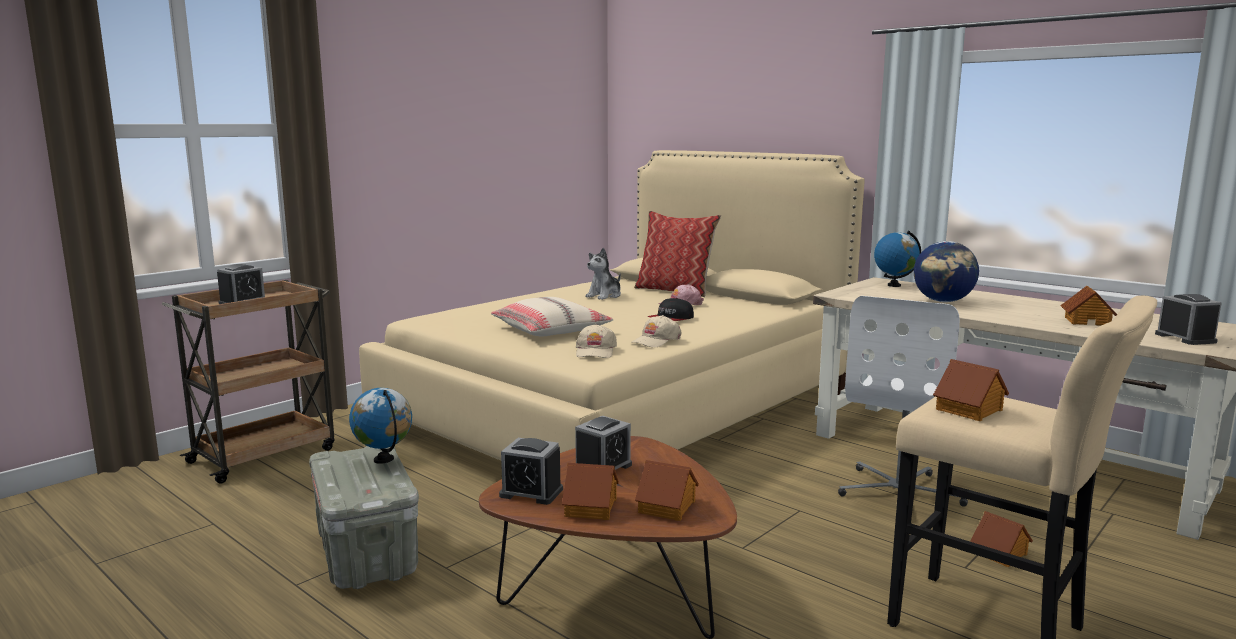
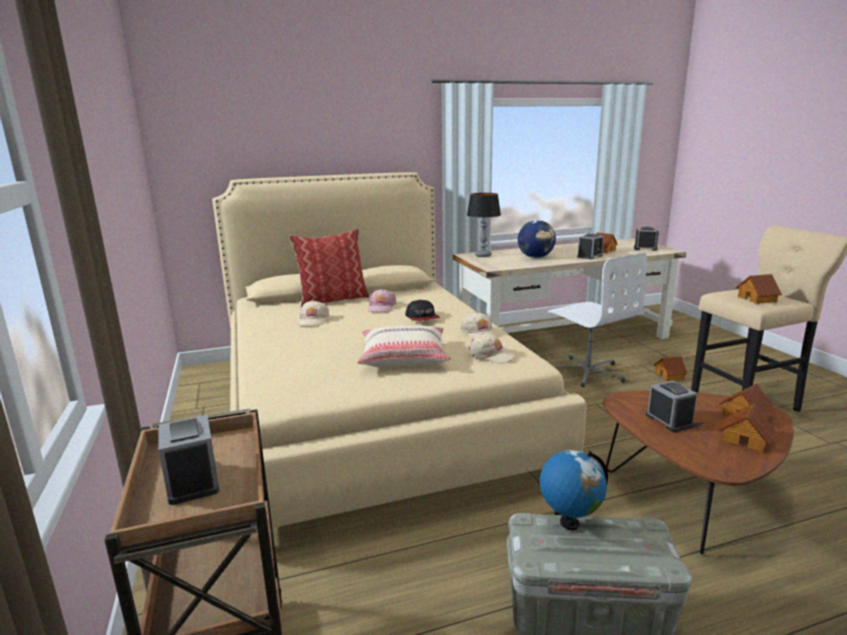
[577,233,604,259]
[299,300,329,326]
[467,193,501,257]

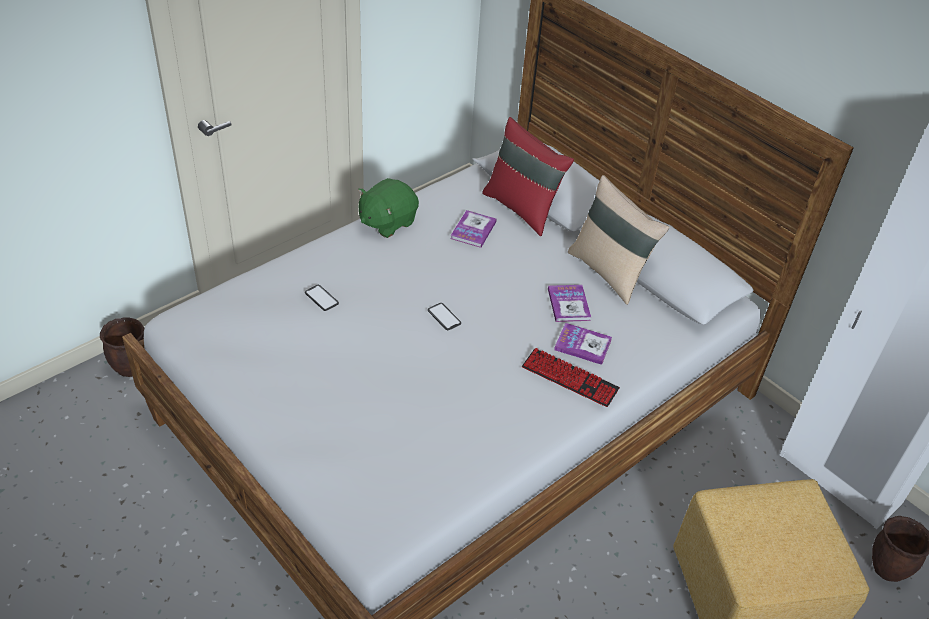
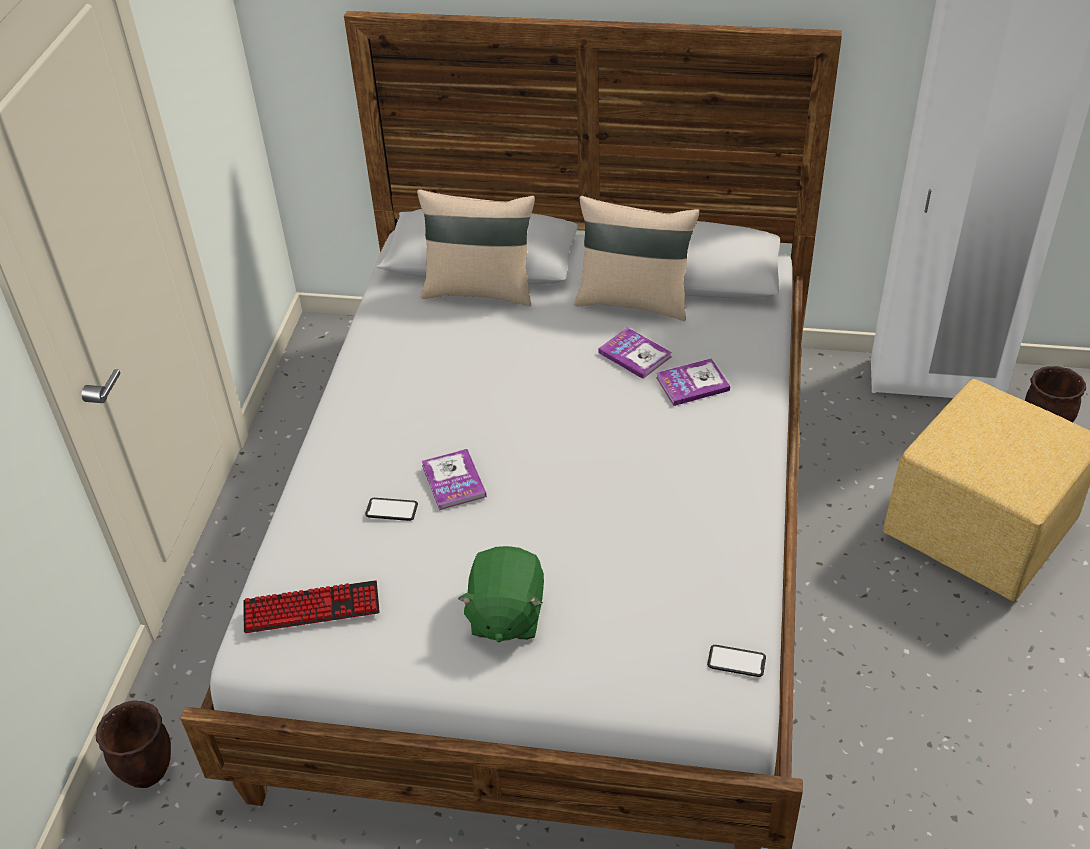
[458,546,544,642]
[707,645,766,677]
[422,449,487,510]
[417,189,535,306]
[243,580,380,633]

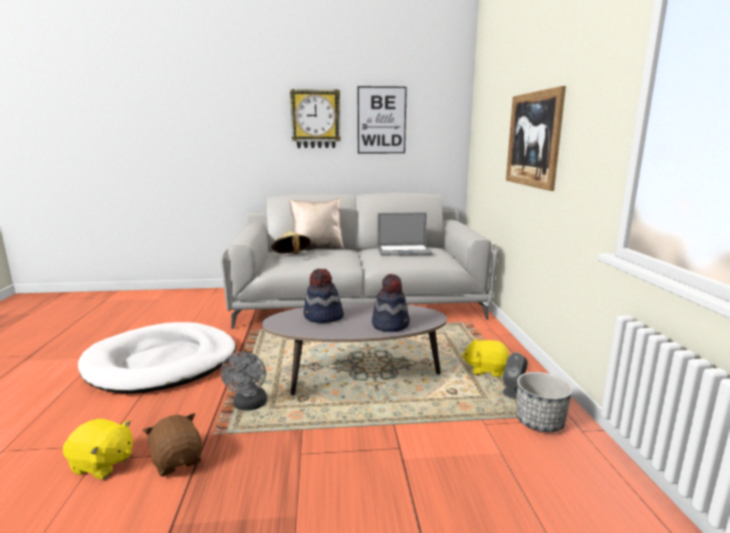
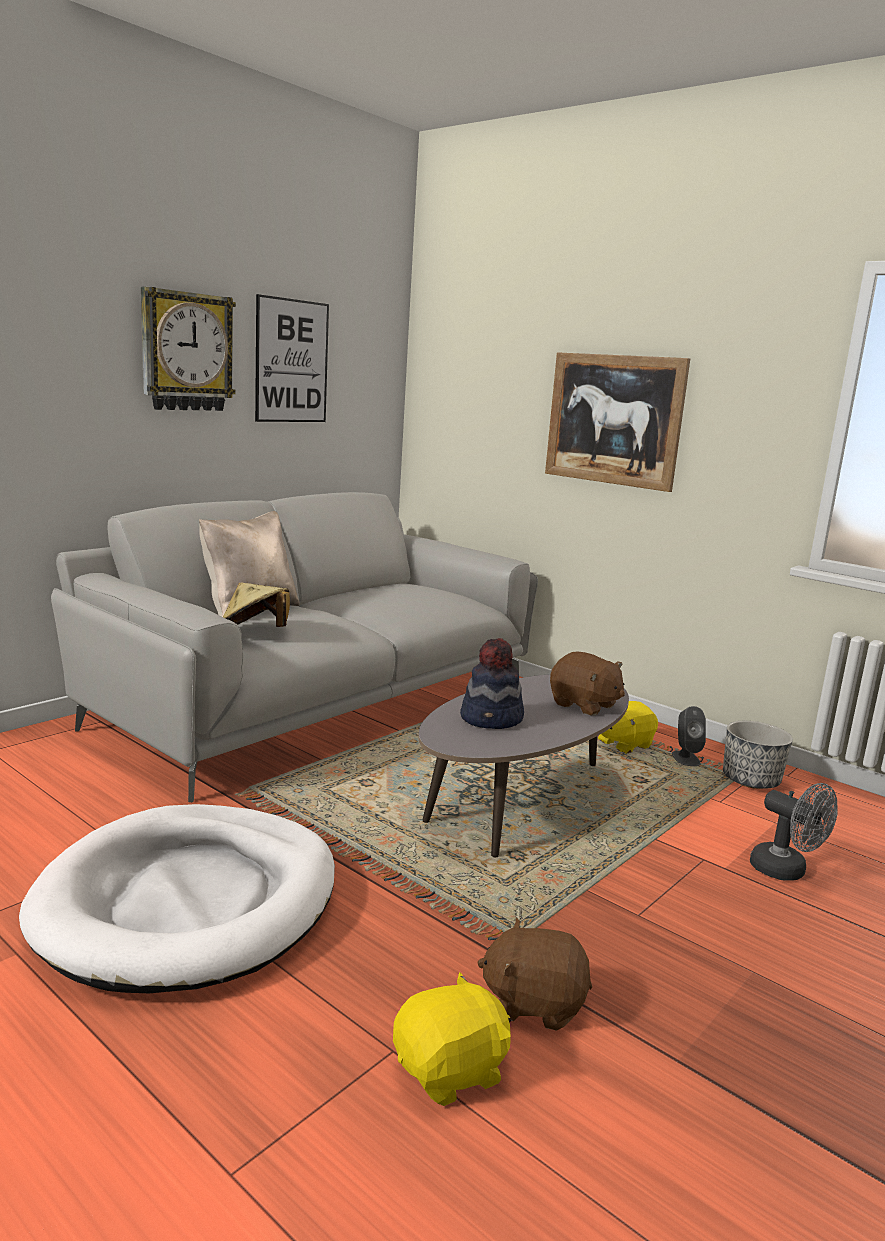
[750,783,838,881]
[550,652,625,716]
[377,212,432,256] (first image)

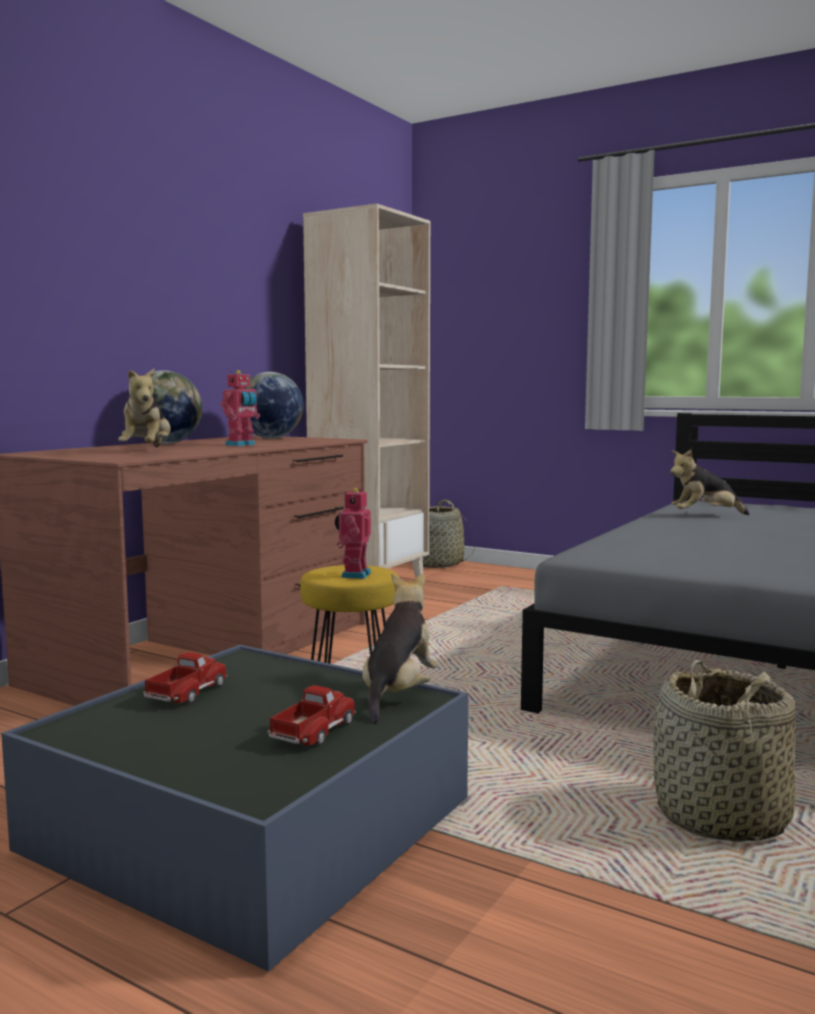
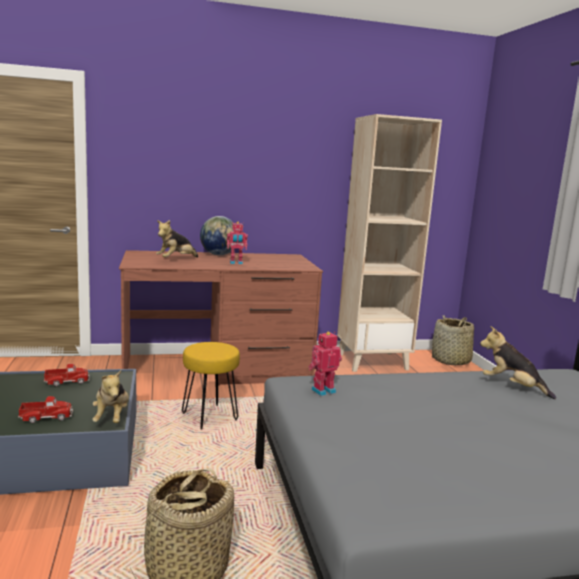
[244,372,304,439] (first image)
[308,332,342,396]
[92,370,129,423]

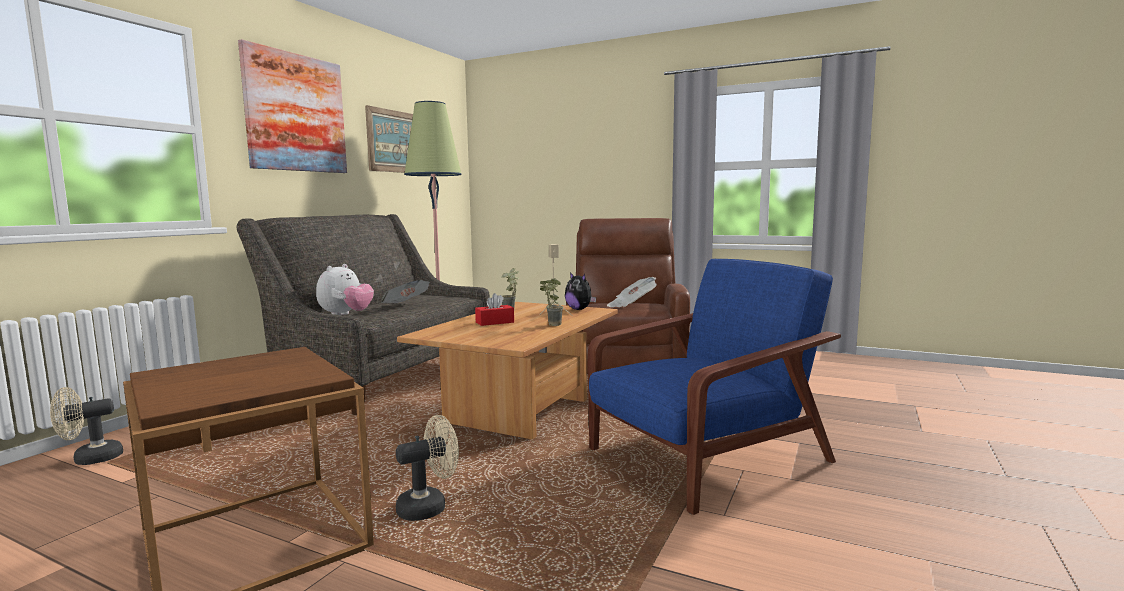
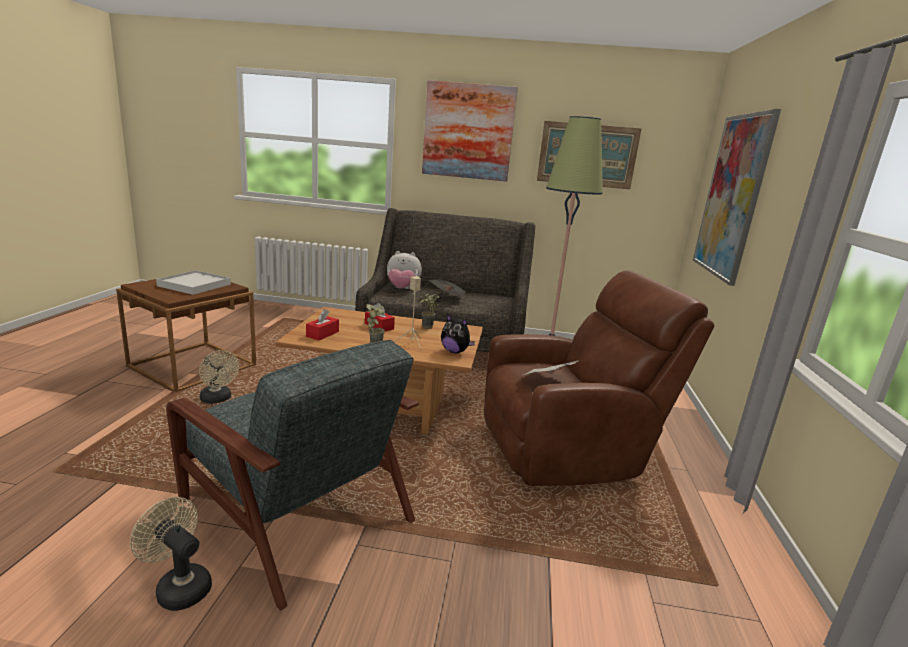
[130,497,212,611]
[441,314,475,353]
[166,340,419,611]
[156,270,231,295]
[306,309,339,340]
[693,109,781,286]

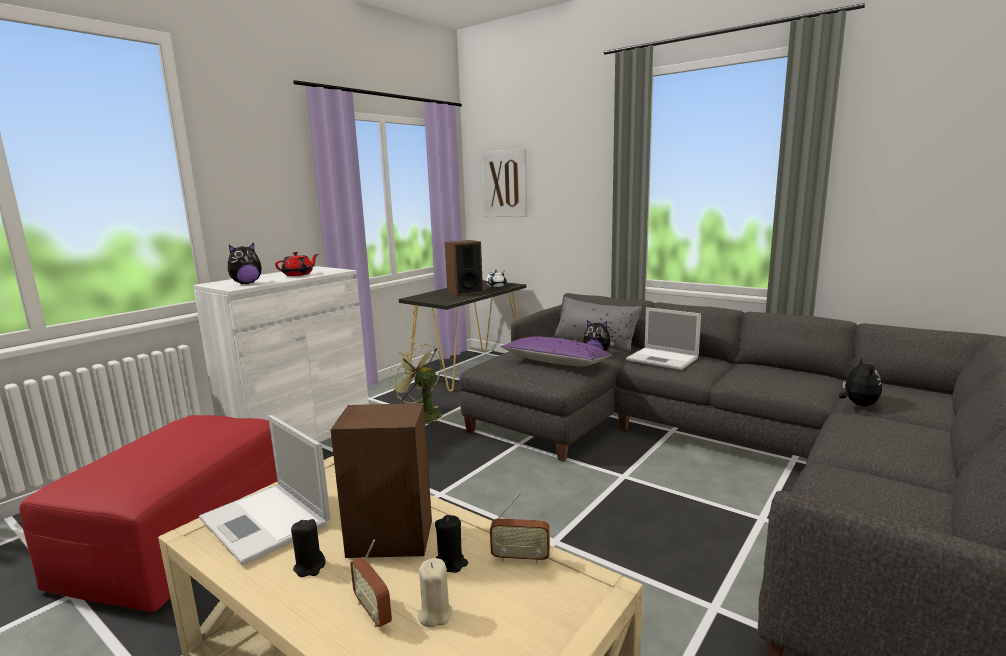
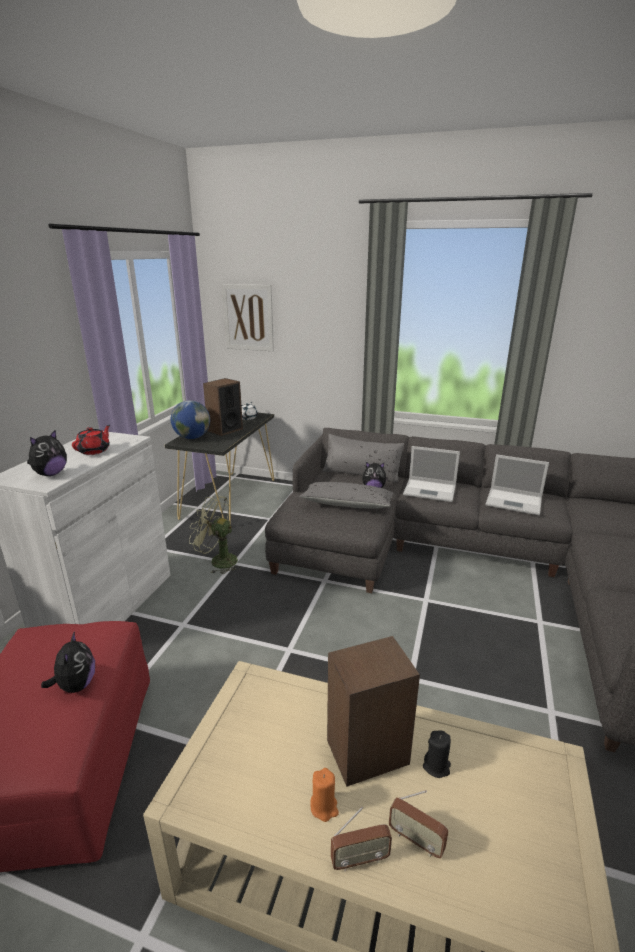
[485,454,549,515]
[311,768,339,822]
[418,558,452,628] (first image)
[331,807,392,872]
[299,482,394,508]
[41,631,95,693]
[171,400,210,439]

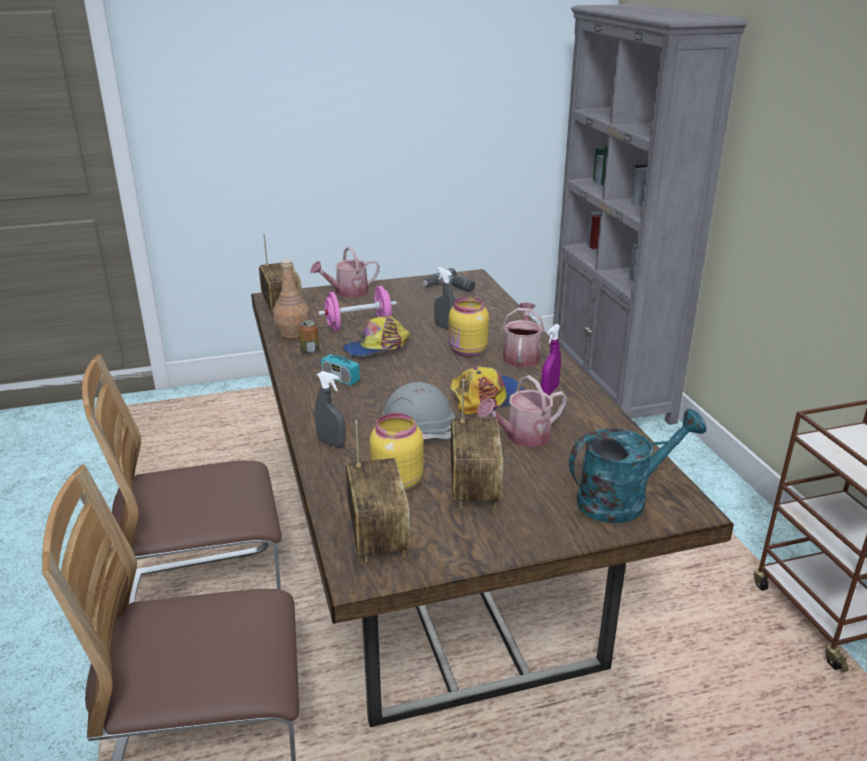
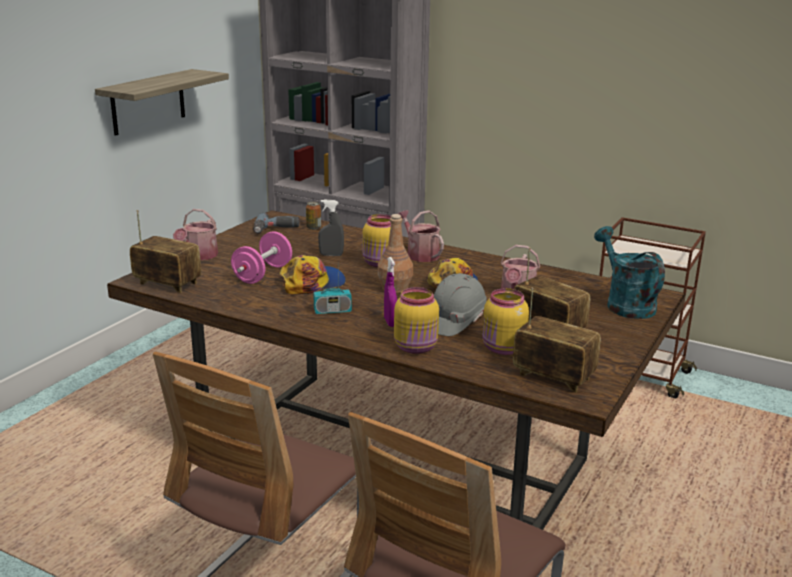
[377,214,413,294]
[306,202,321,230]
[394,287,439,354]
[279,255,346,294]
[384,257,397,327]
[594,226,665,319]
[95,69,229,136]

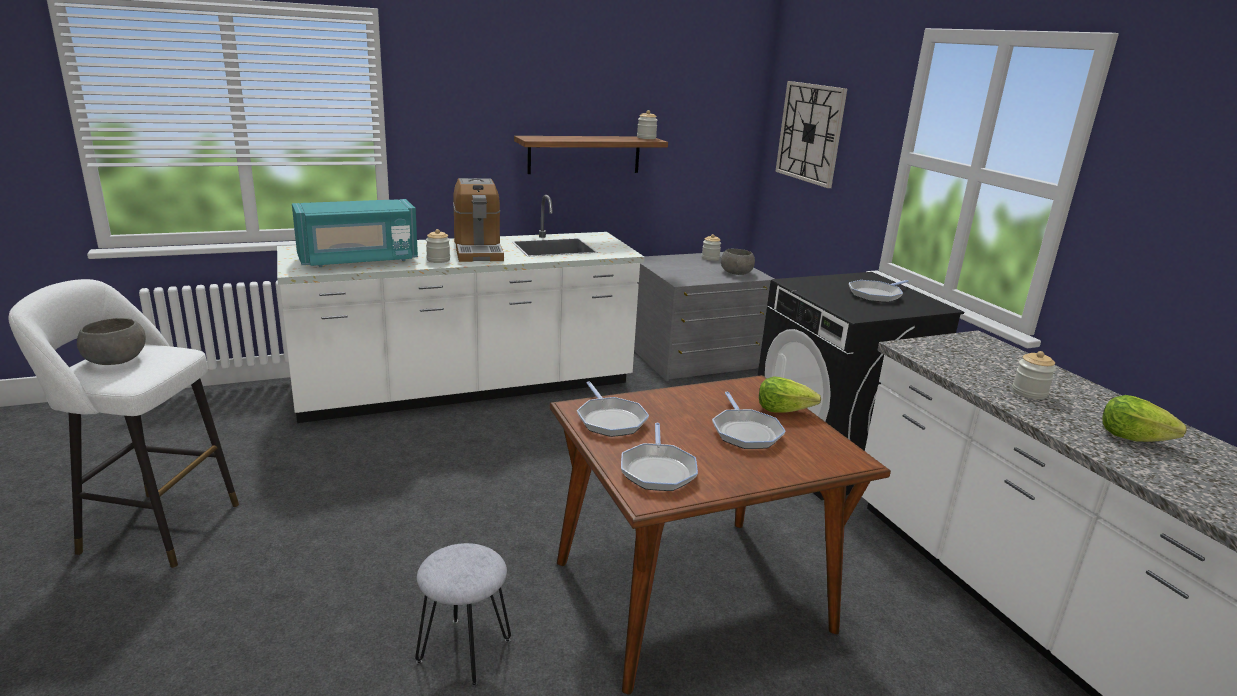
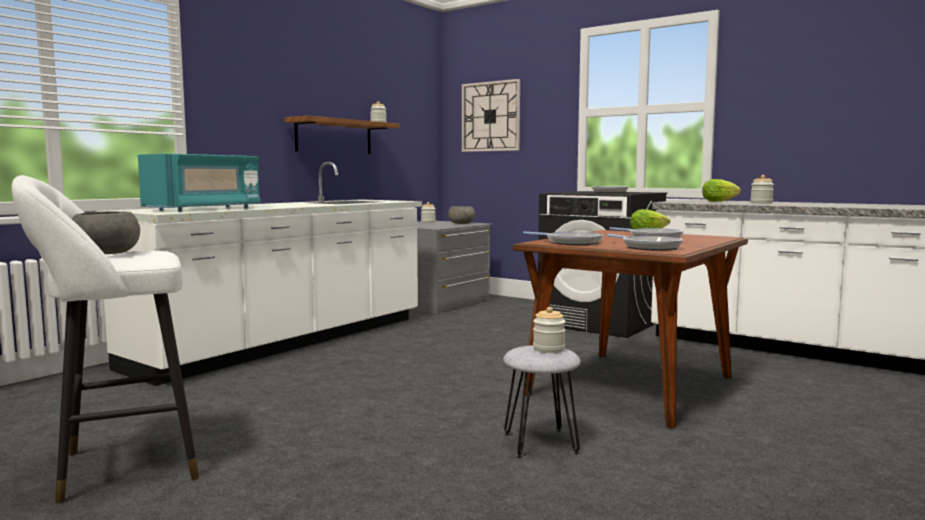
[533,307,566,353]
[453,178,504,262] (first image)
[702,179,741,202]

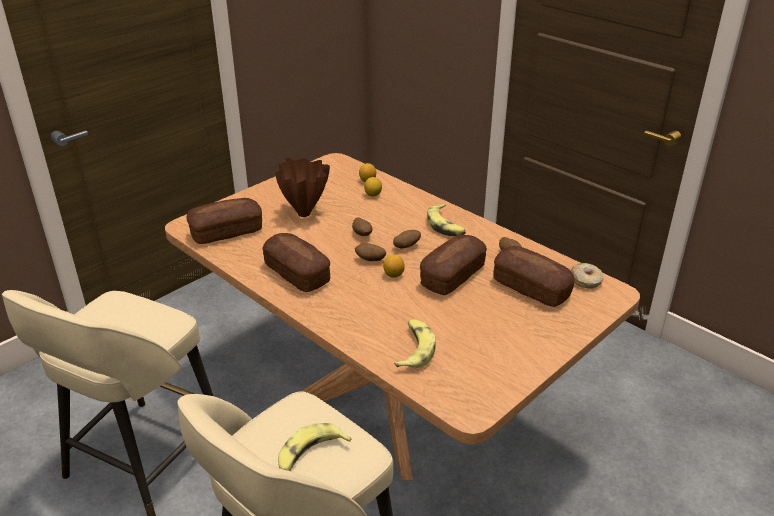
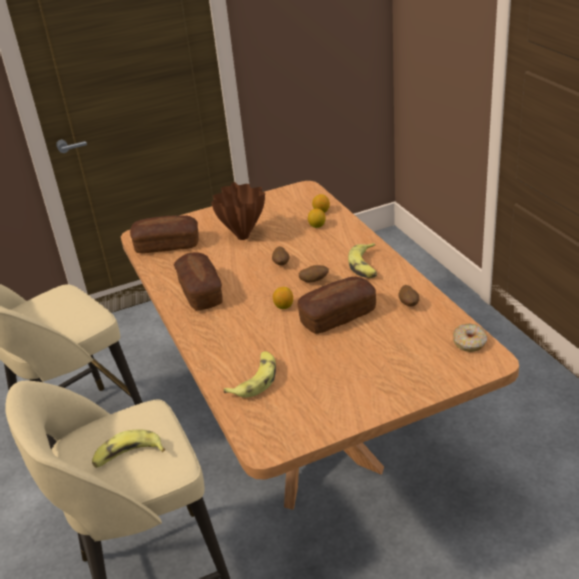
[355,243,386,261] (first image)
[493,246,575,307] (first image)

